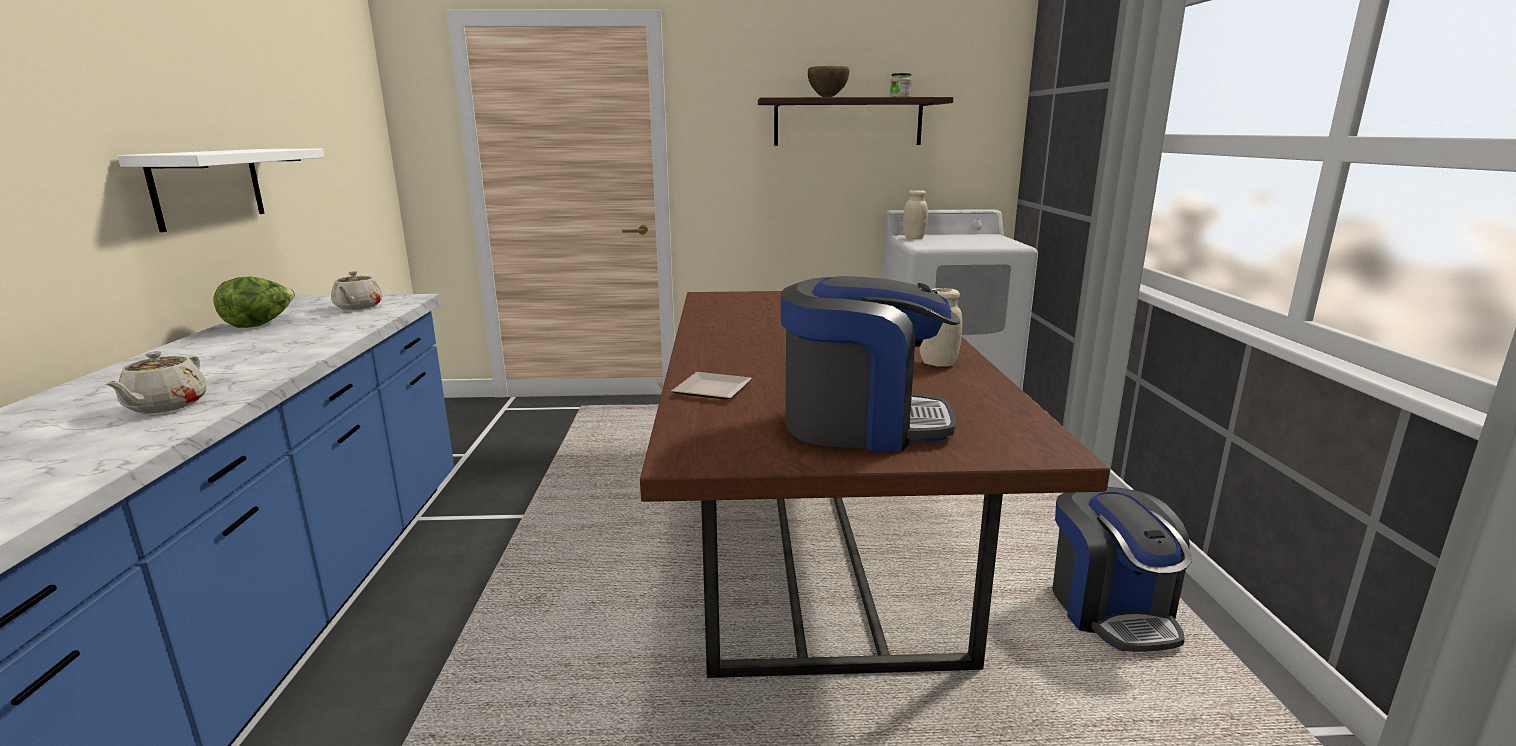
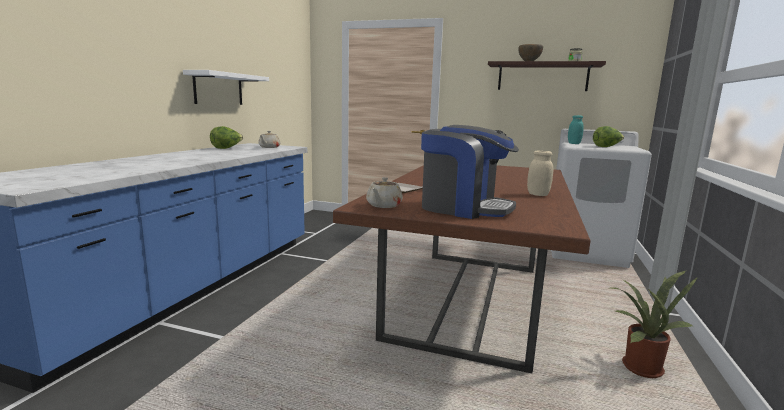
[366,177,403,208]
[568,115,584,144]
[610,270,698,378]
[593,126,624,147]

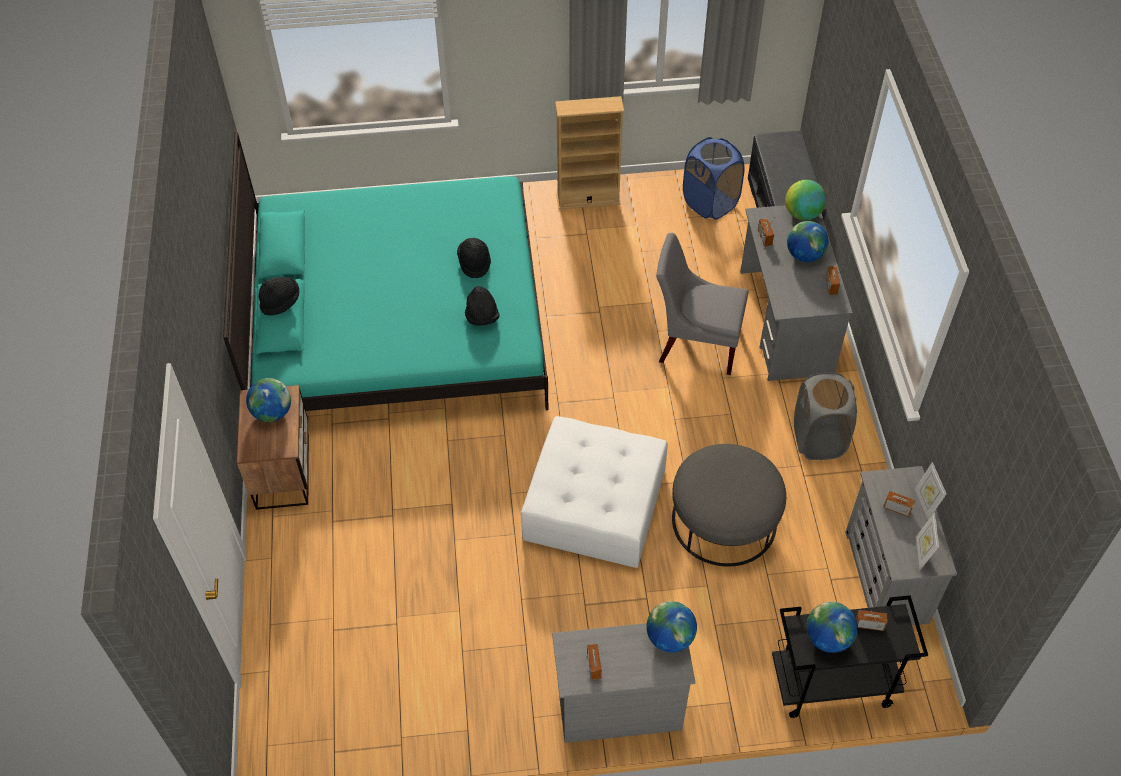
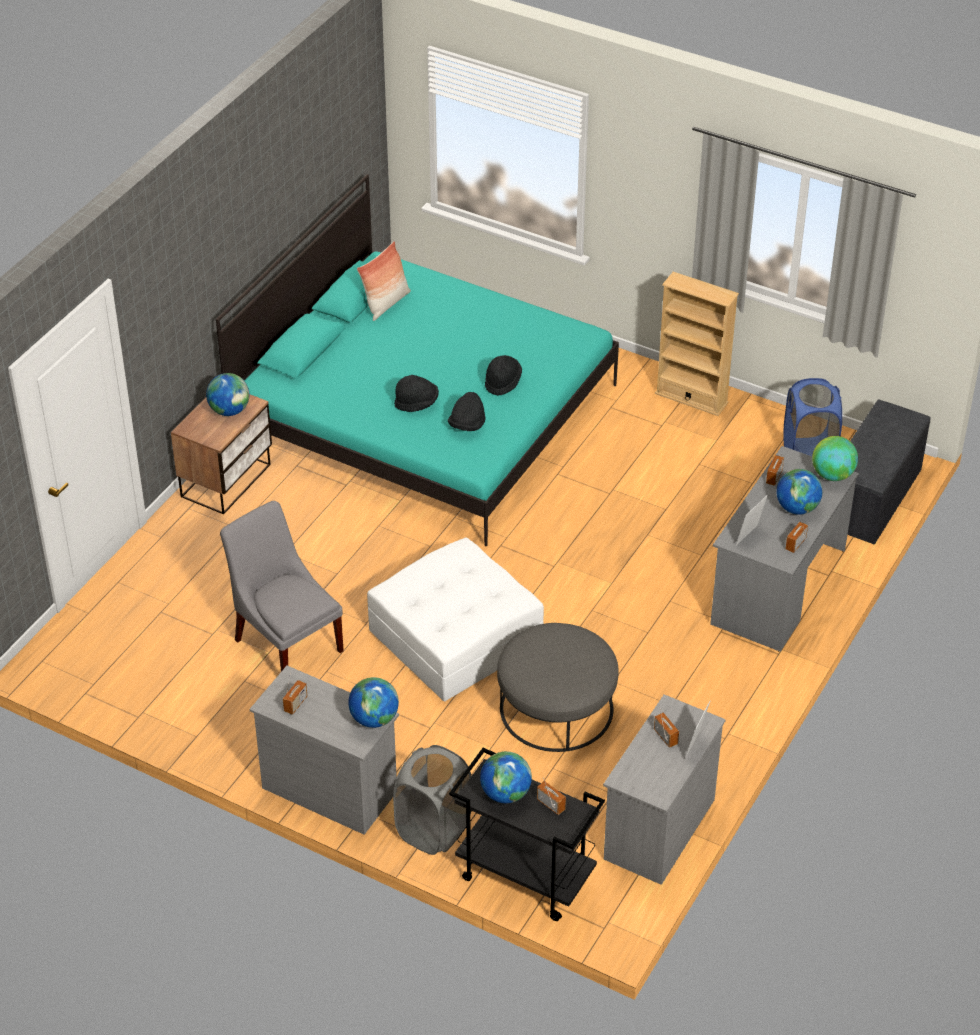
[394,375,439,412]
[220,501,344,671]
[393,745,471,855]
[736,496,767,545]
[357,241,411,321]

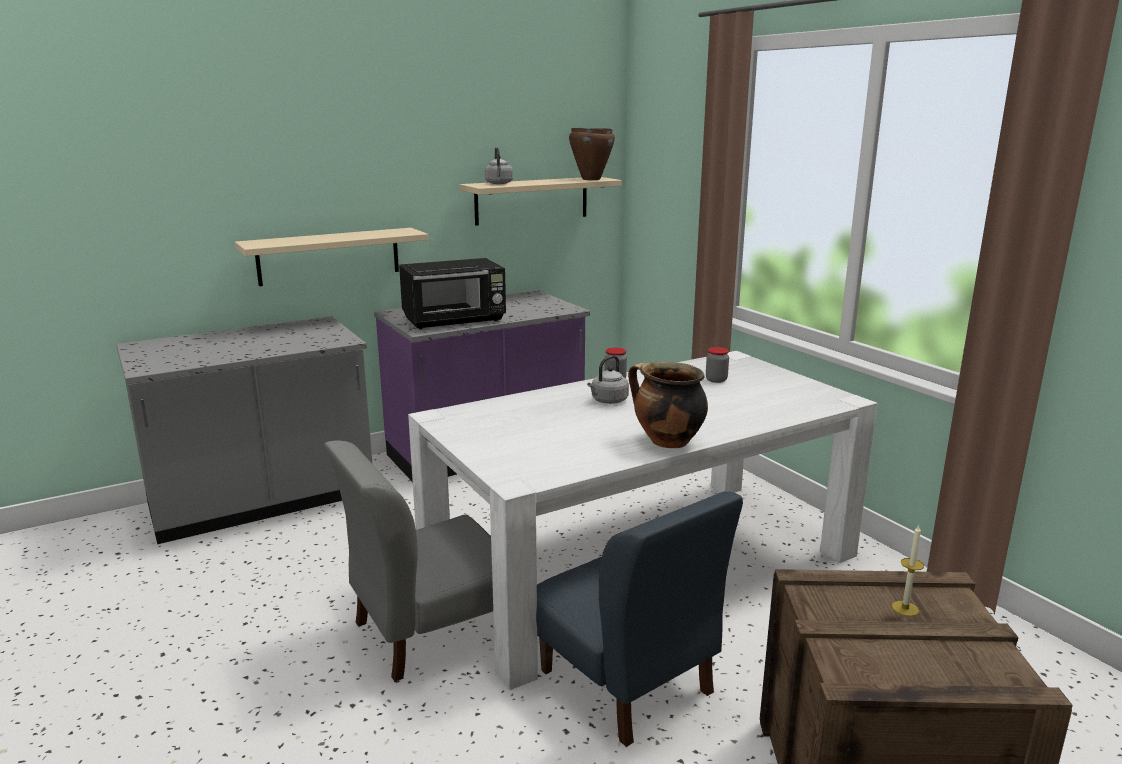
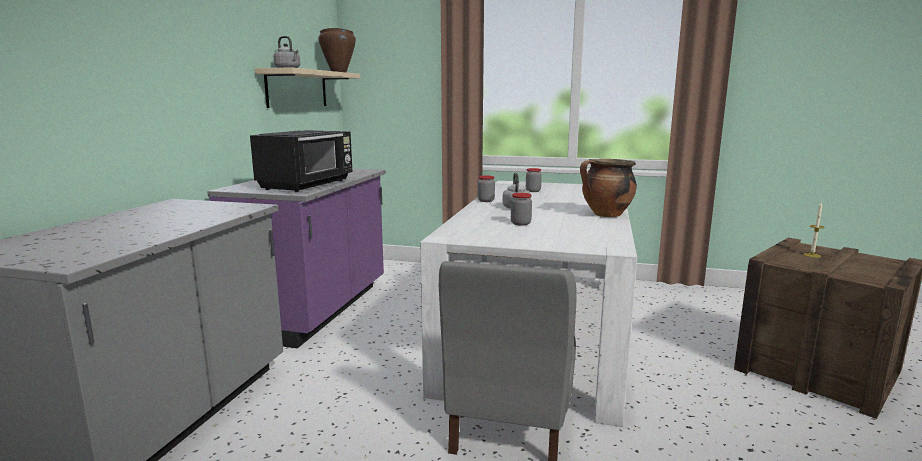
[235,228,429,286] (first image)
[536,491,743,747] (first image)
[511,193,532,226]

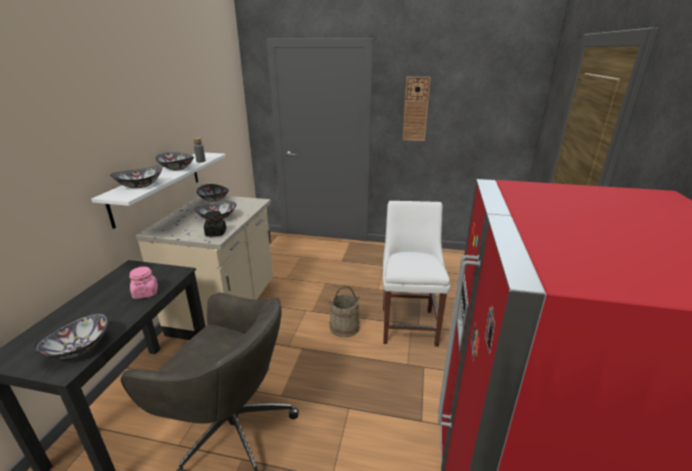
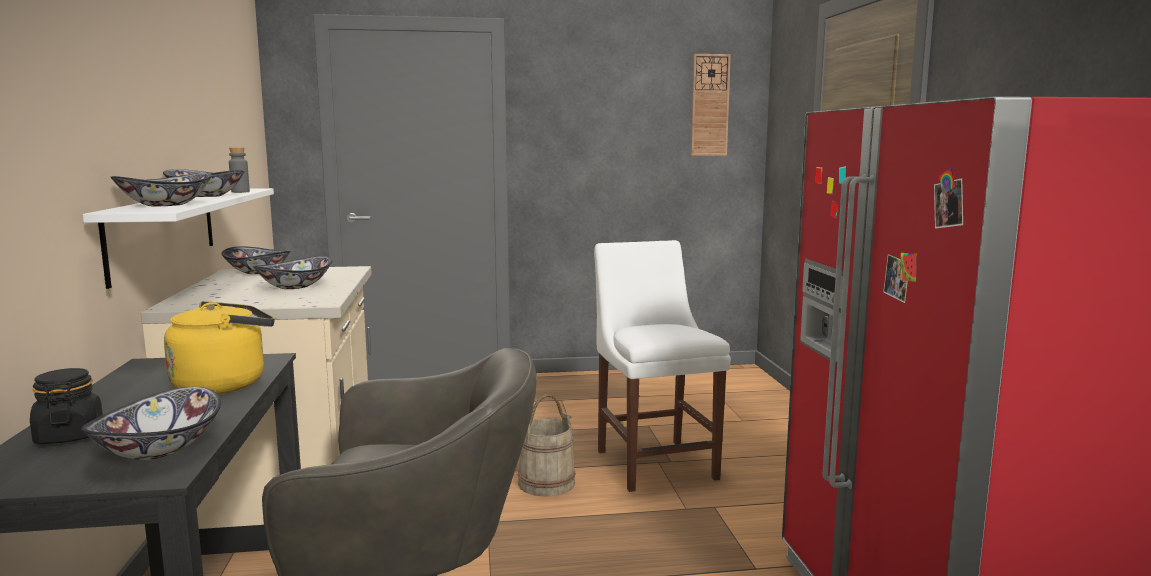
[164,301,275,394]
[30,368,103,444]
[691,54,731,156]

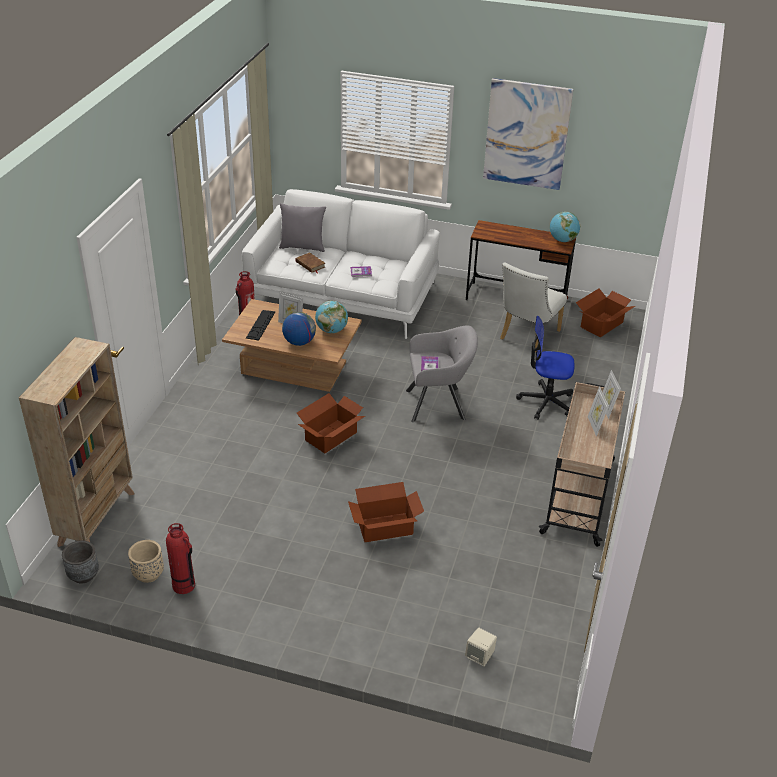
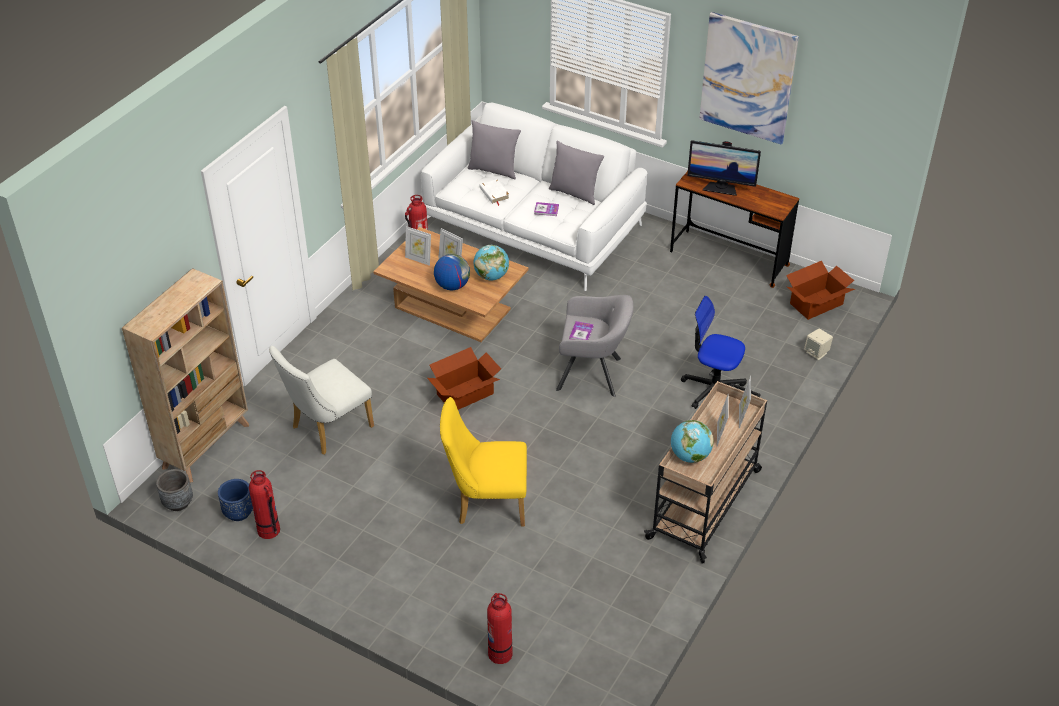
[218,479,253,521]
[405,226,431,266]
[479,179,510,206]
[440,397,527,526]
[804,328,833,360]
[269,346,374,455]
[671,420,714,463]
[487,593,513,664]
[549,141,604,205]
[687,140,761,196]

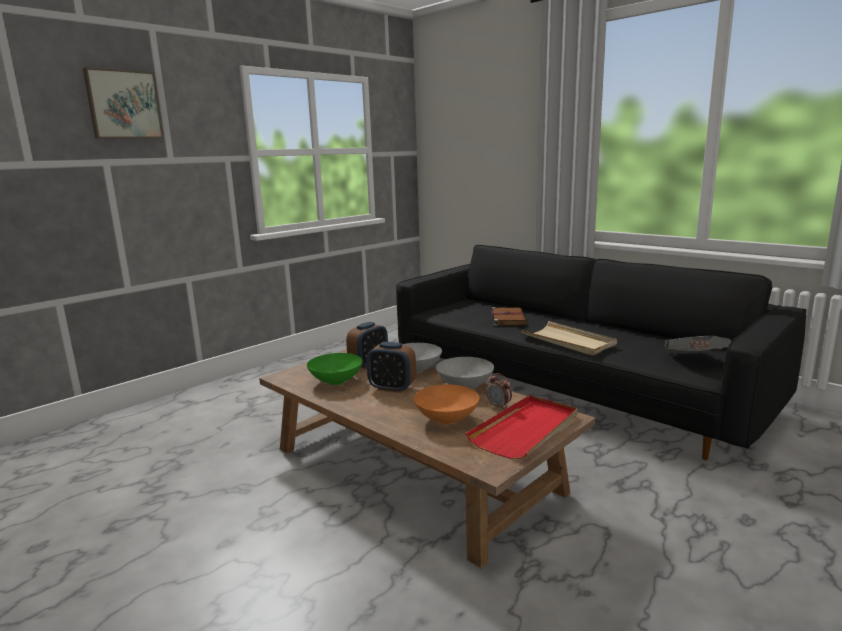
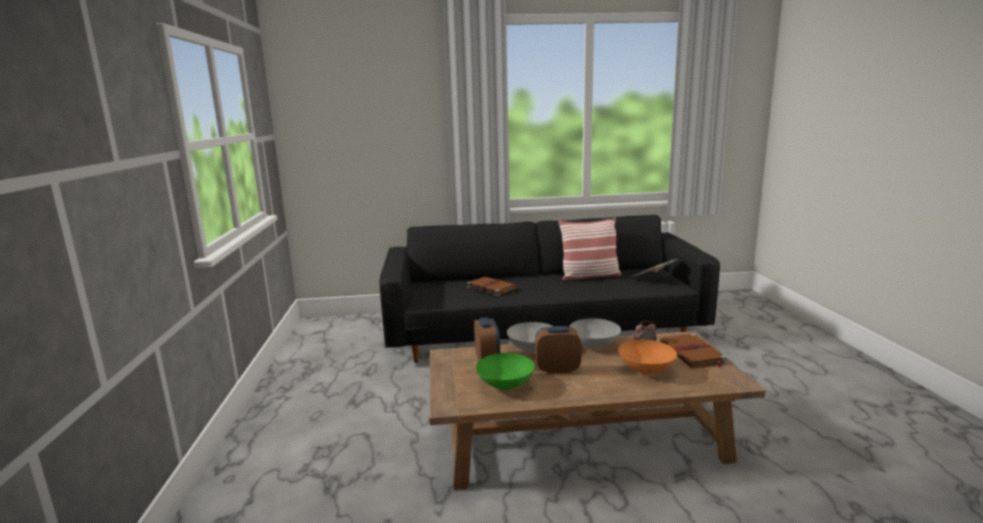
[83,67,164,138] (first image)
[535,326,582,374]
[660,334,727,368]
[521,321,617,356] (first image)
[558,218,622,281]

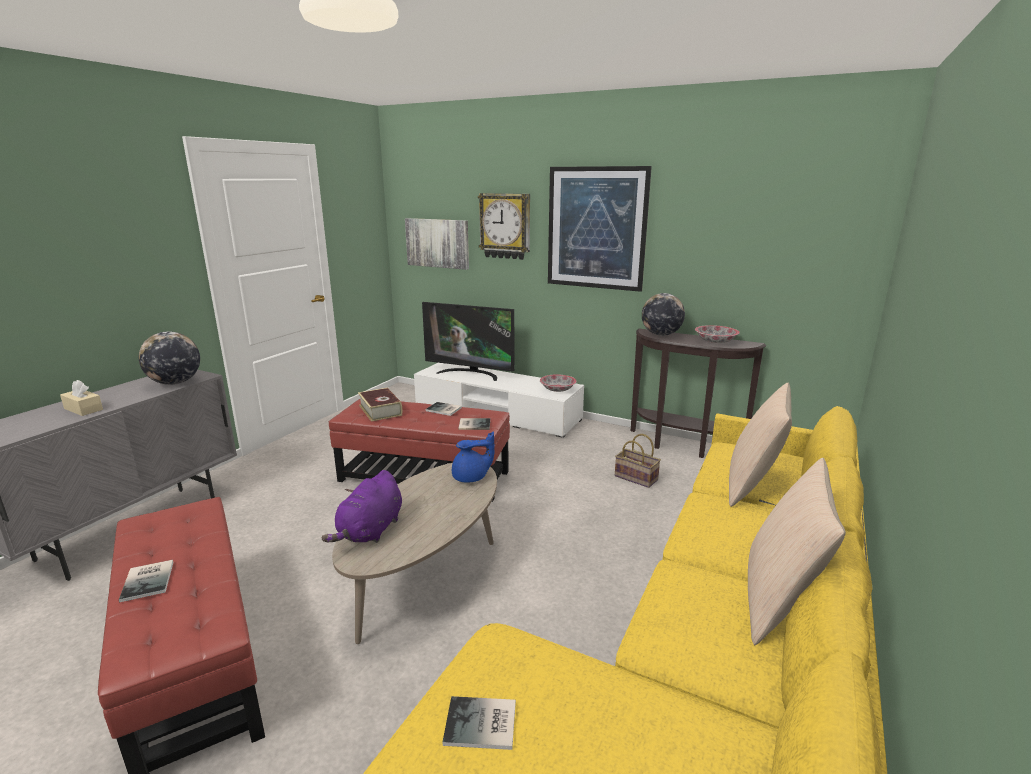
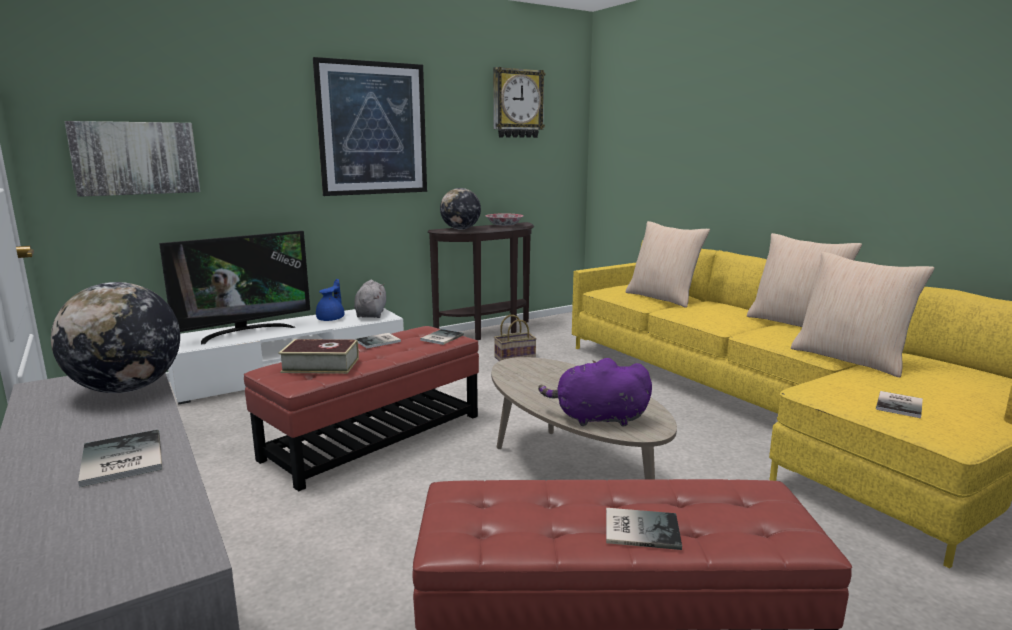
[78,430,162,488]
[538,358,652,426]
[316,279,344,321]
[493,67,546,138]
[354,280,386,318]
[791,252,935,378]

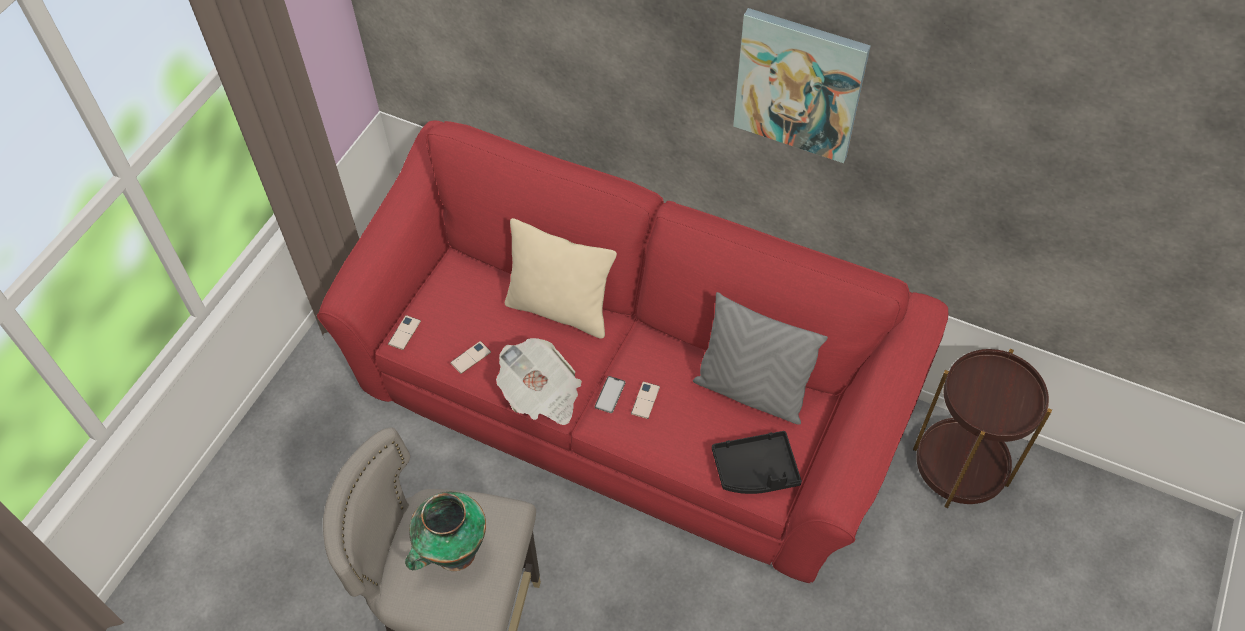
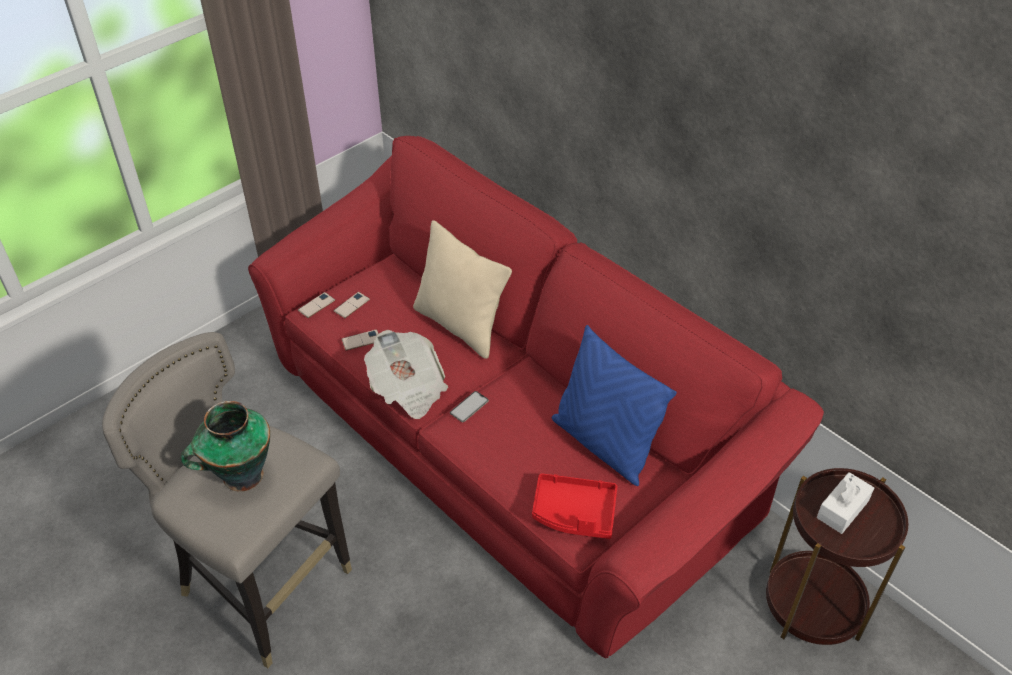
[334,292,370,318]
[552,325,677,486]
[532,473,617,539]
[733,8,871,163] (first image)
[817,472,874,534]

